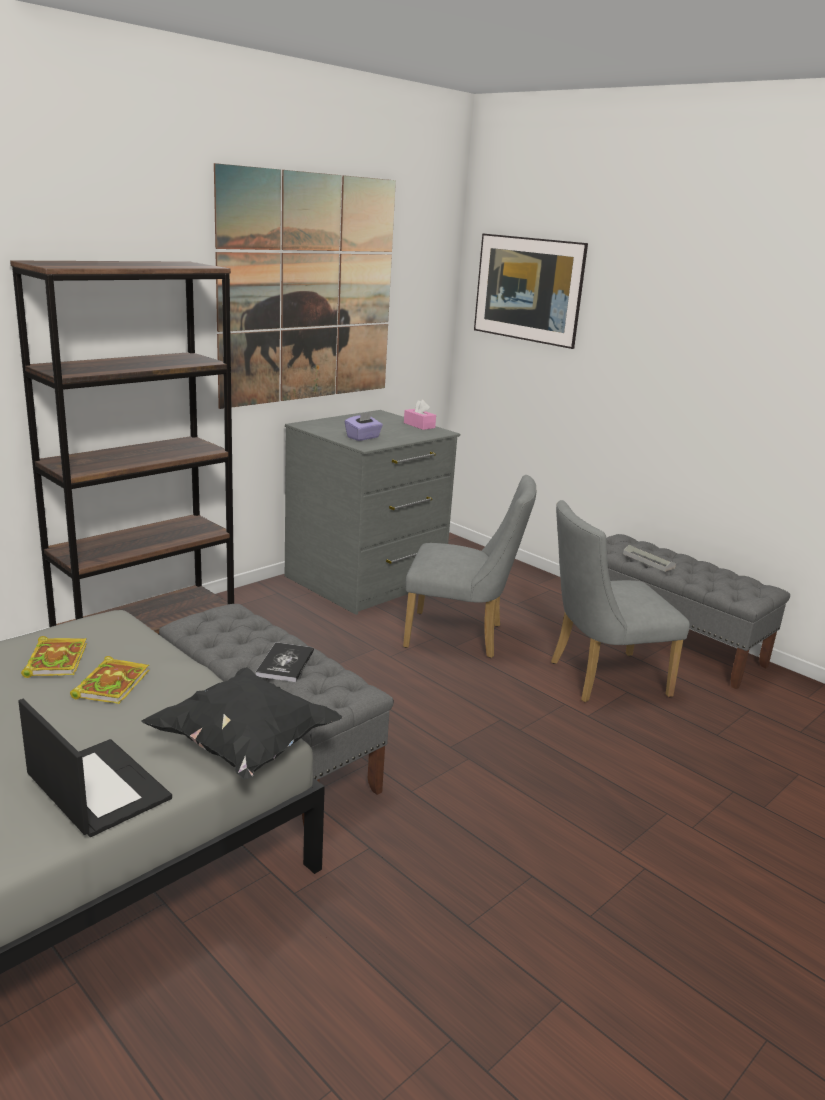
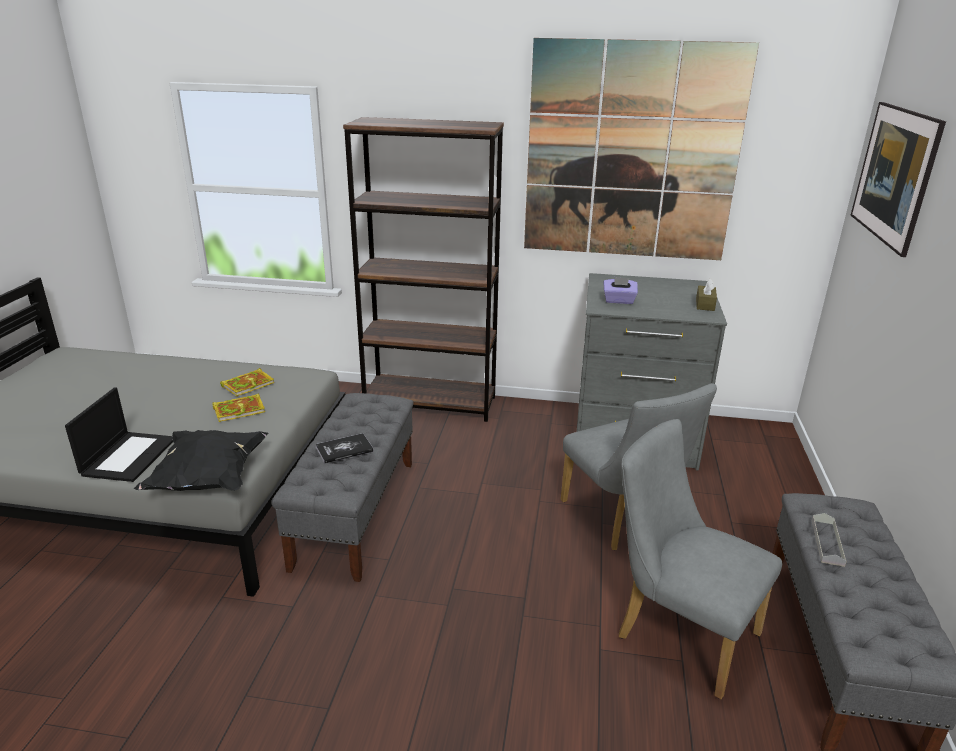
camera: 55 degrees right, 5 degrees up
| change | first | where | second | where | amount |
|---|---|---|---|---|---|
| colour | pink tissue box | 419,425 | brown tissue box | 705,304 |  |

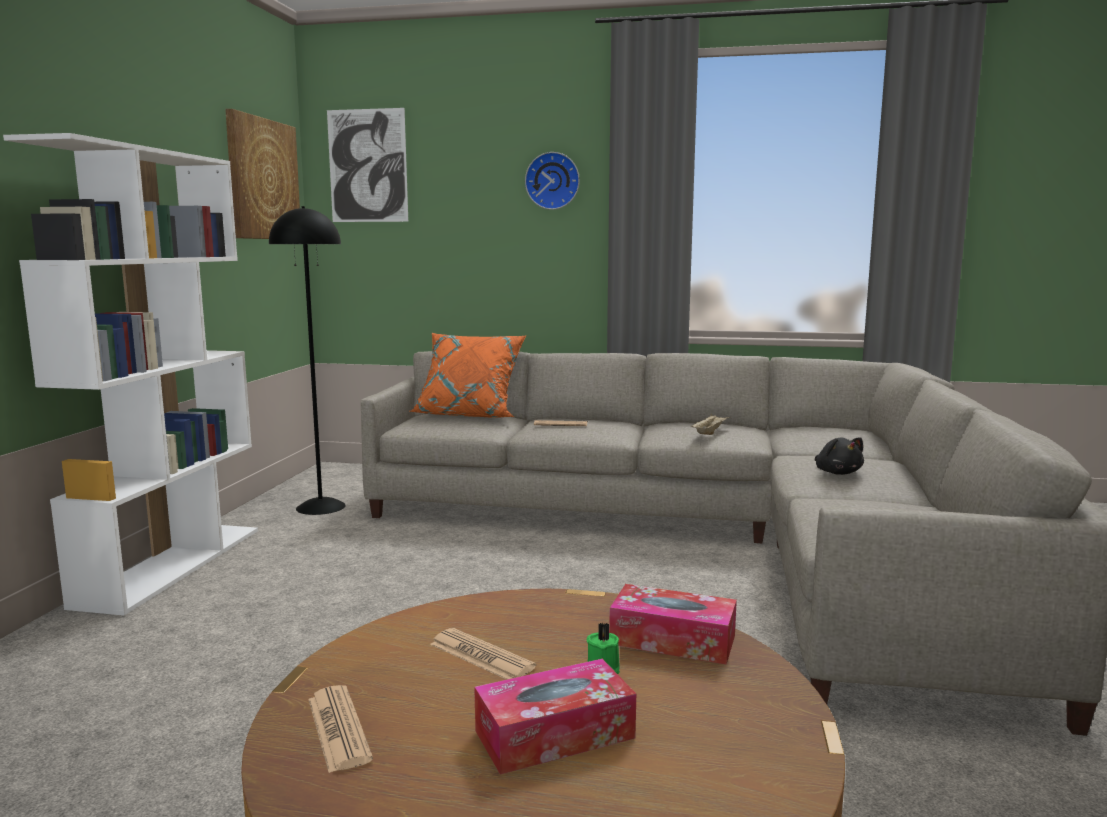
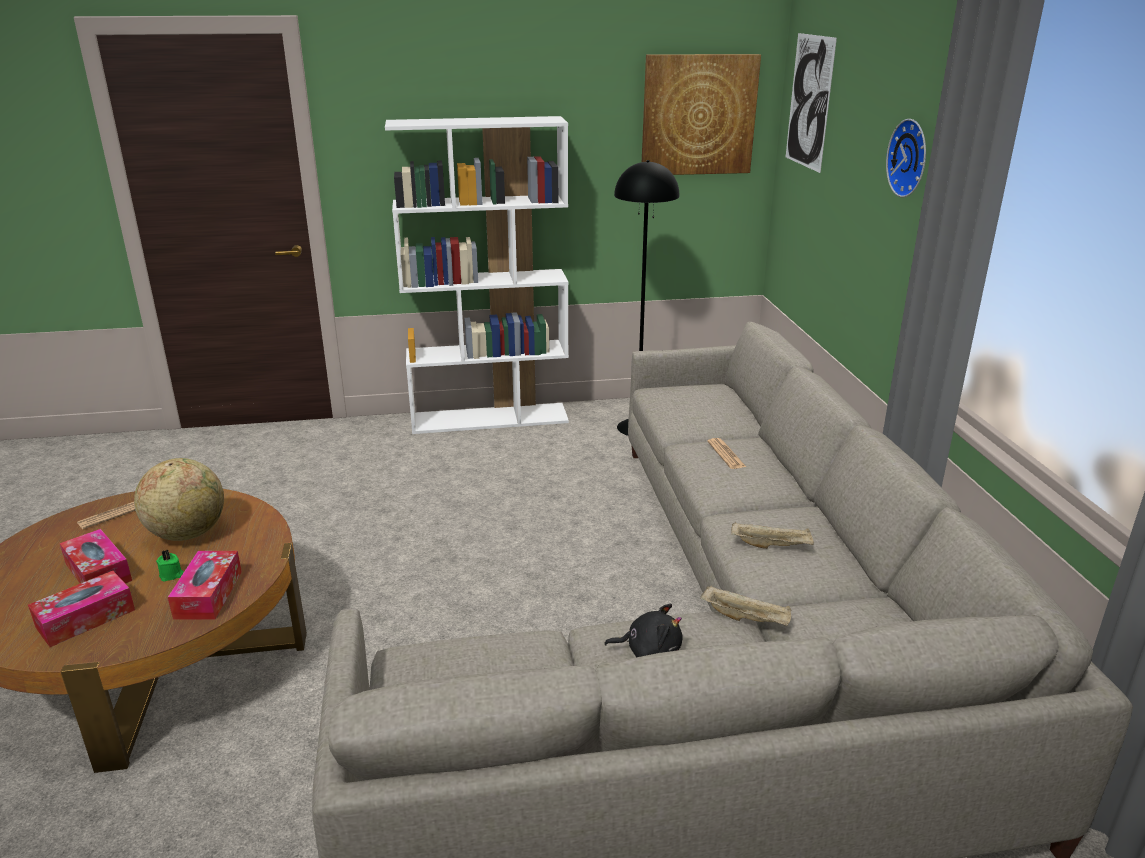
camera: 70 degrees right, 15 degrees up
| change | first | where | second | where | amount |
|---|---|---|---|---|---|
| missing | orange pillow | 469,414 |  |  |  |
| appeared |  |  | tissue box | 85,618 |  |
| appeared |  |  | beige tray | 746,618 |  |
| exchanged | newspaper | 481,656 | globe | 188,533 |  |
| spun | black plush toy | 837,472 |  | 649,651 | 135 degrees counterclockwise |

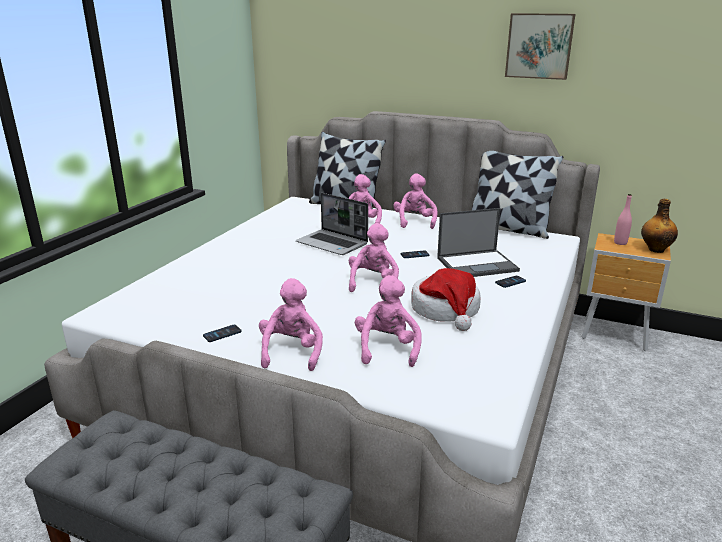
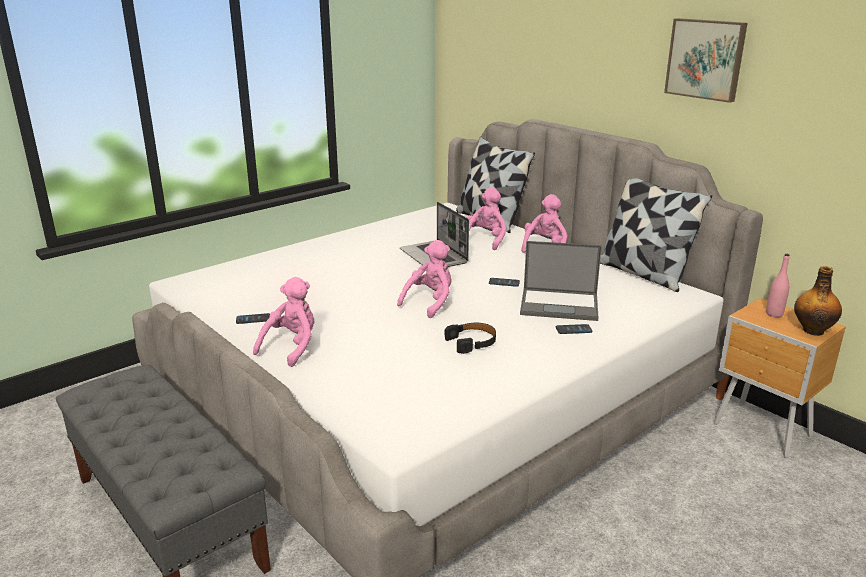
camera: 25 degrees right, 0 degrees up
| change | first | where | second | where | amount |
|---|---|---|---|---|---|
| missing | pink plush toy | 387,348 |  |  |  |
| exchanged | hat | 446,310 | black headphones | 472,342 |  |

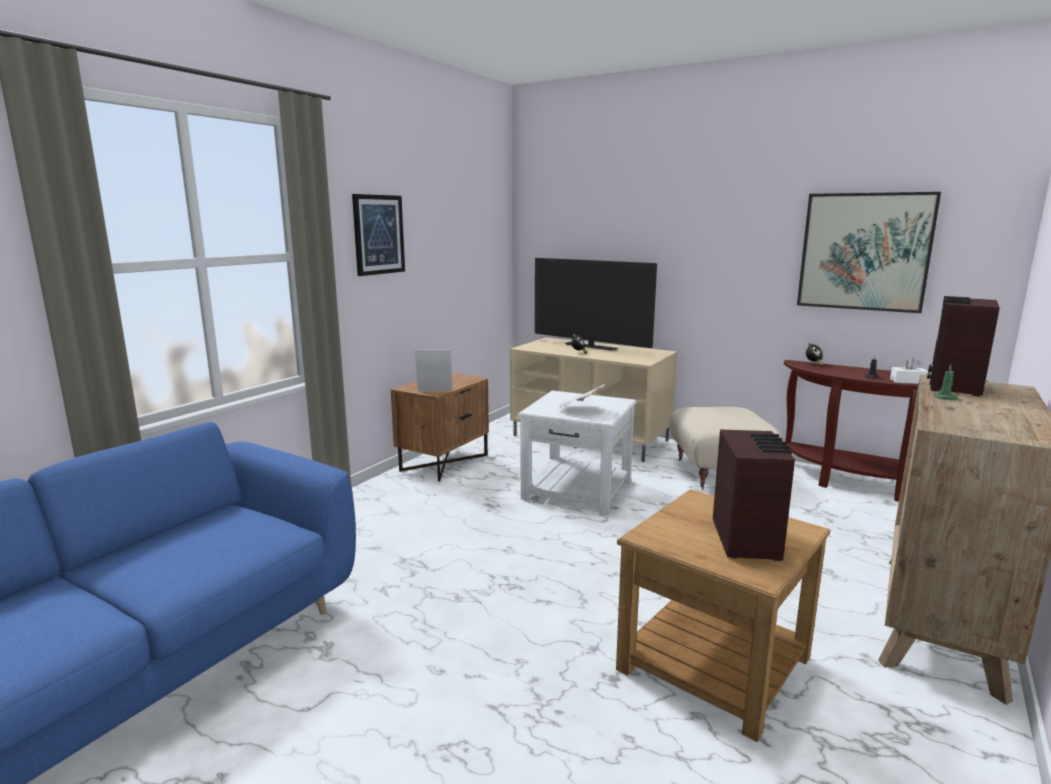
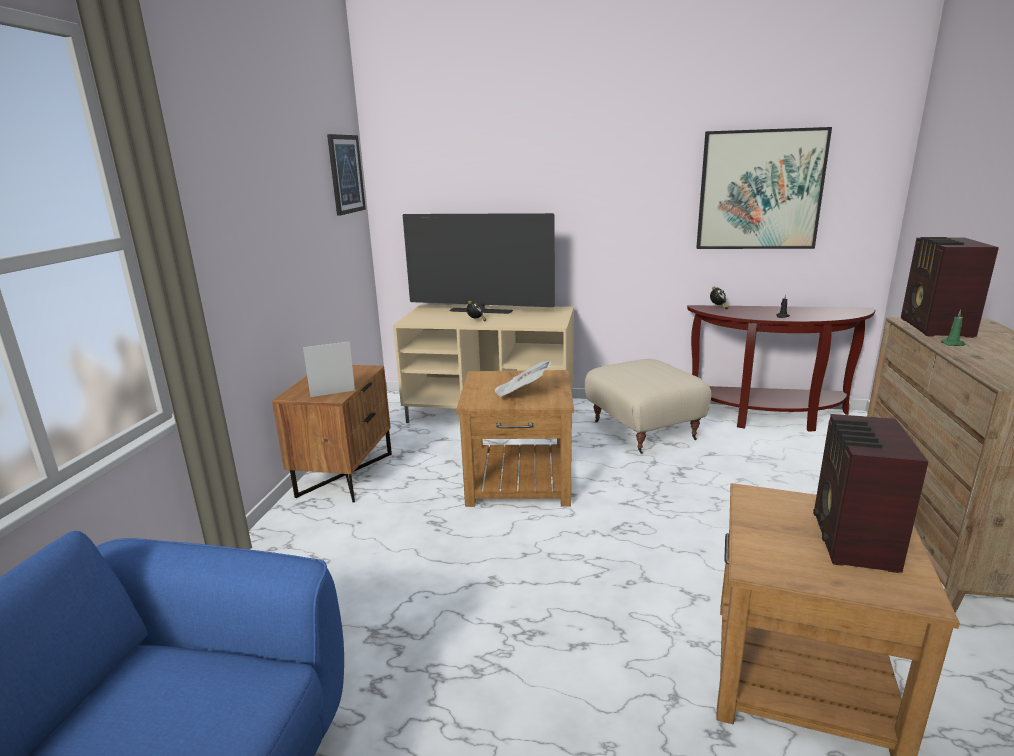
camera: 20 degrees left, 5 degrees up
| change | first | where | second | where | amount |
|---|---|---|---|---|---|
| missing | white tissue box | 908,381 |  |  |  |
| relocated | picture | 378,234 |  | 346,174 |  |
| colour | white side table | 577,490 | brown side table | 519,480 |  |
| spun | radio | 747,538 |  | 852,542 | 150 degrees counterclockwise |

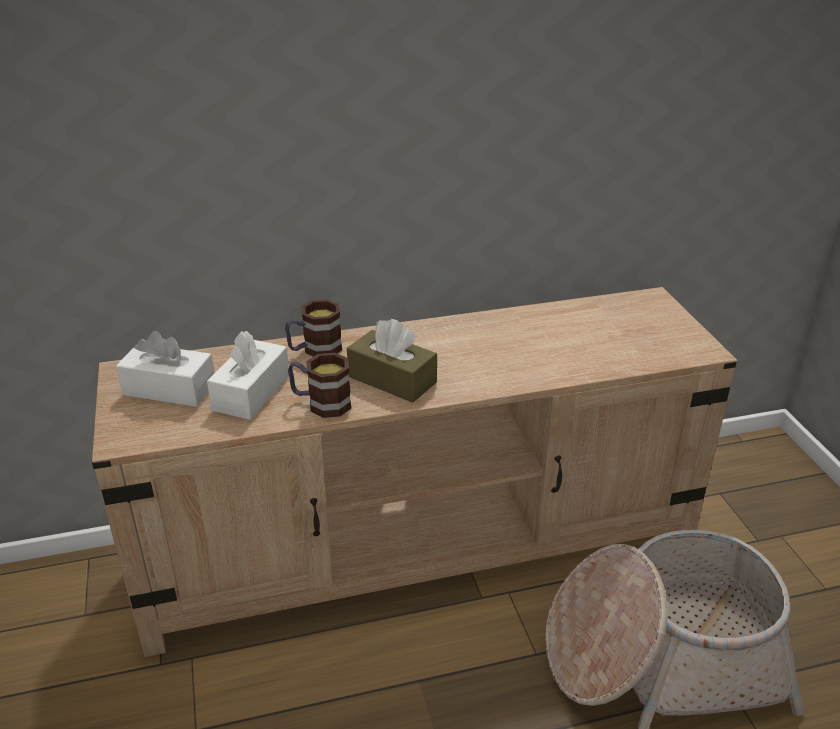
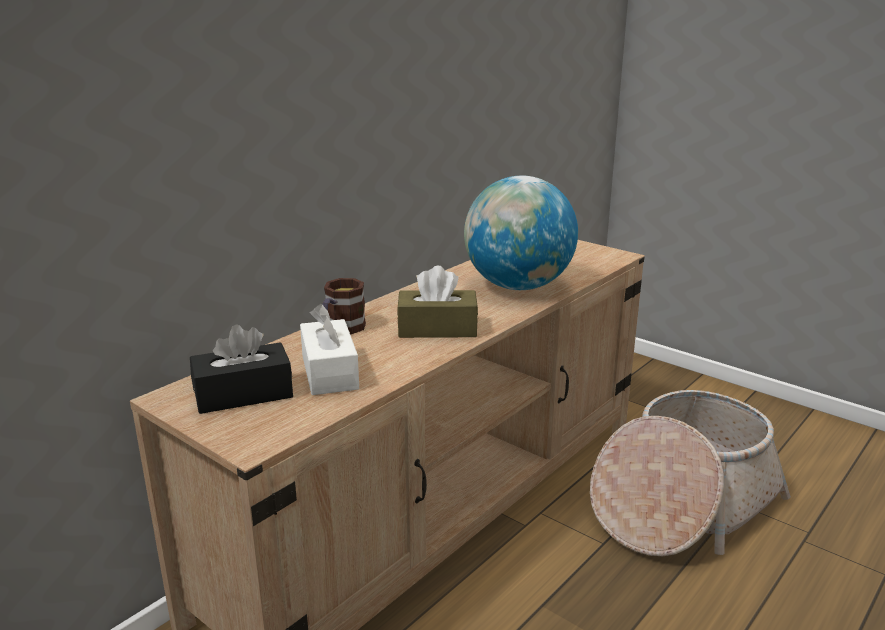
camera: 35 degrees left, 10 degrees down
| change | first | where | second | where | amount |
|---|---|---|---|---|---|
| missing | mug | 321,403 |  |  |  |
| appeared |  |  | globe | 518,286 |  |
| colour | white tissue box | 169,389 | black tissue box | 243,394 |  |

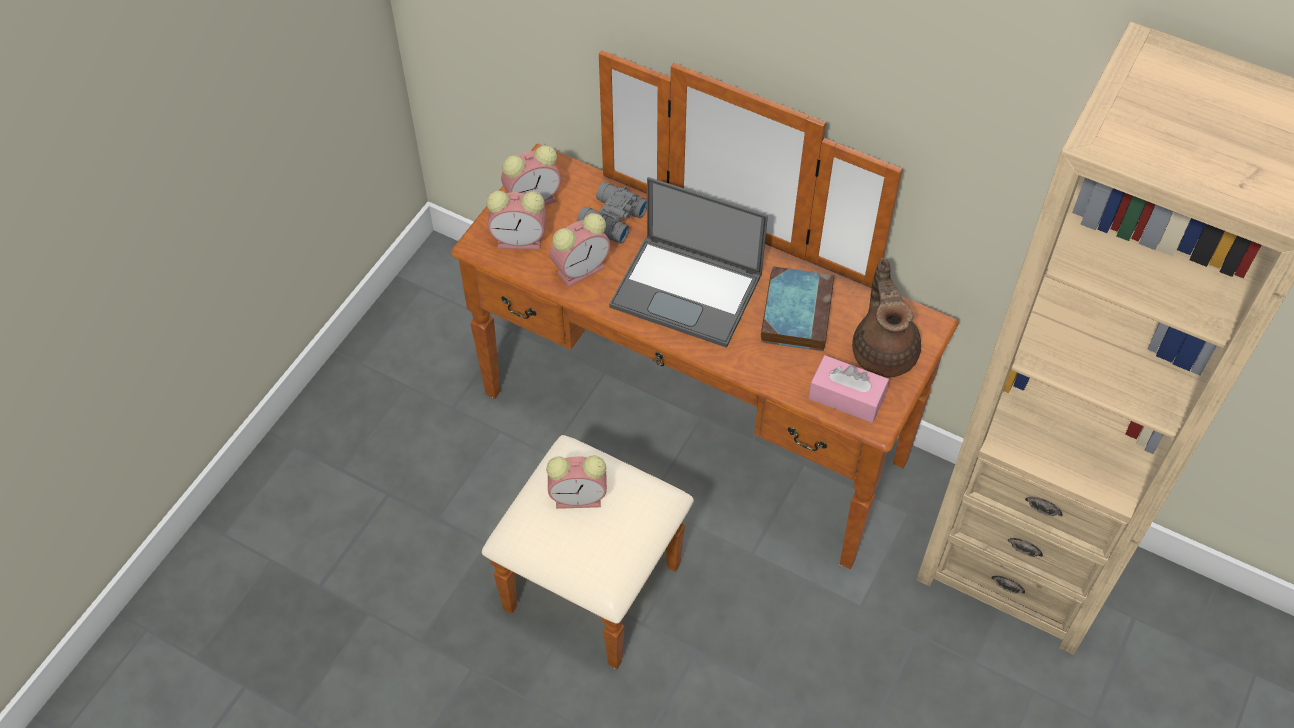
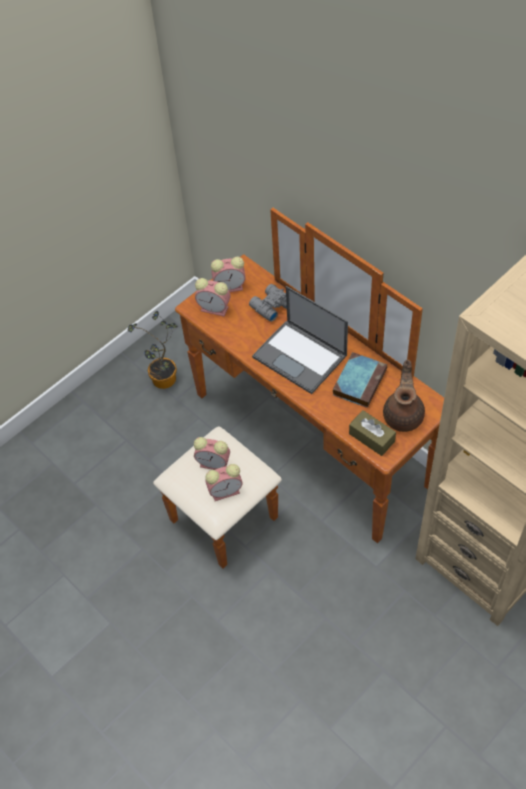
camera: 20 degrees right, 0 degrees up
| change | first | where | second | where | amount |
|---|---|---|---|---|---|
| appeared |  |  | potted plant | 164,382 |  |
| relocated | alarm clock | 582,268 |  | 226,491 |  |
| colour | pink tissue box | 846,397 | brown tissue box | 371,437 |  |

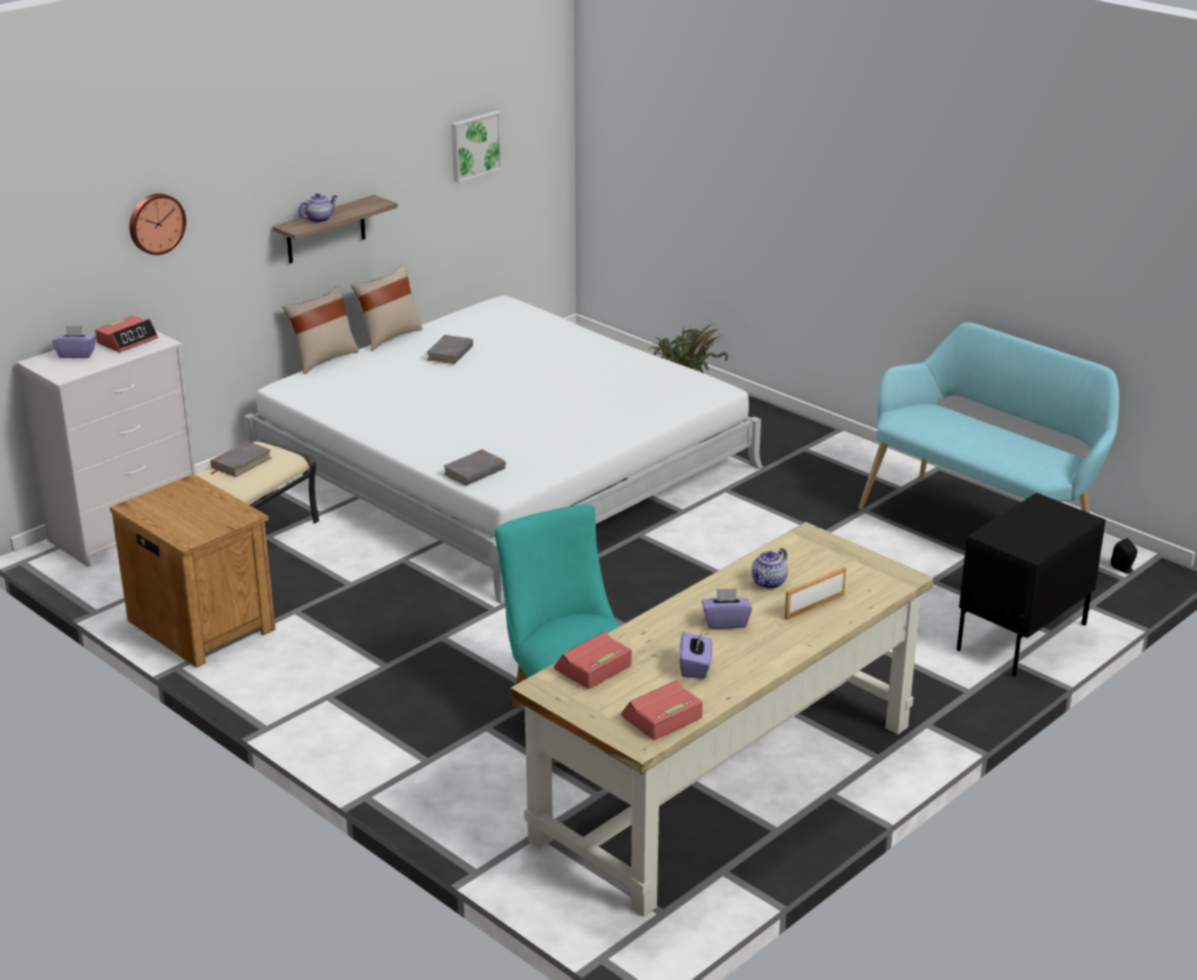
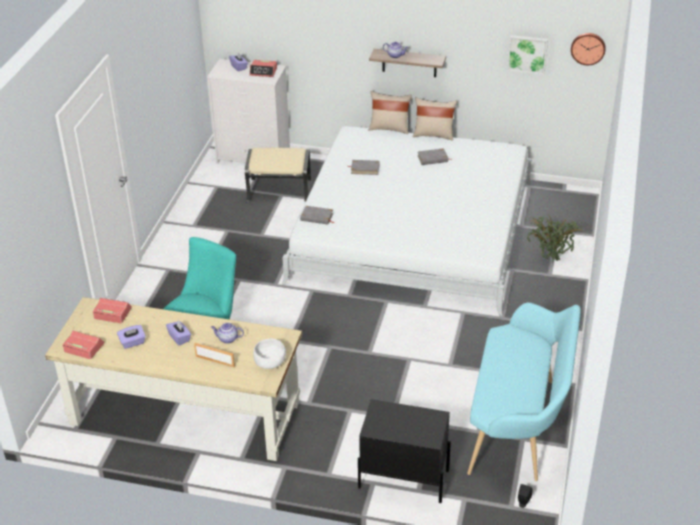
camera: 60 degrees right, 10 degrees up
| change | first | where | second | where | amount |
|---|---|---|---|---|---|
| missing | brown nightstand | 201,623 |  |  |  |
| appeared |  |  | white bowl | 270,363 |  |
| relocated | wall clock | 155,223 |  | 588,48 |  |
| relocated | grey book | 241,463 |  | 365,169 |  |

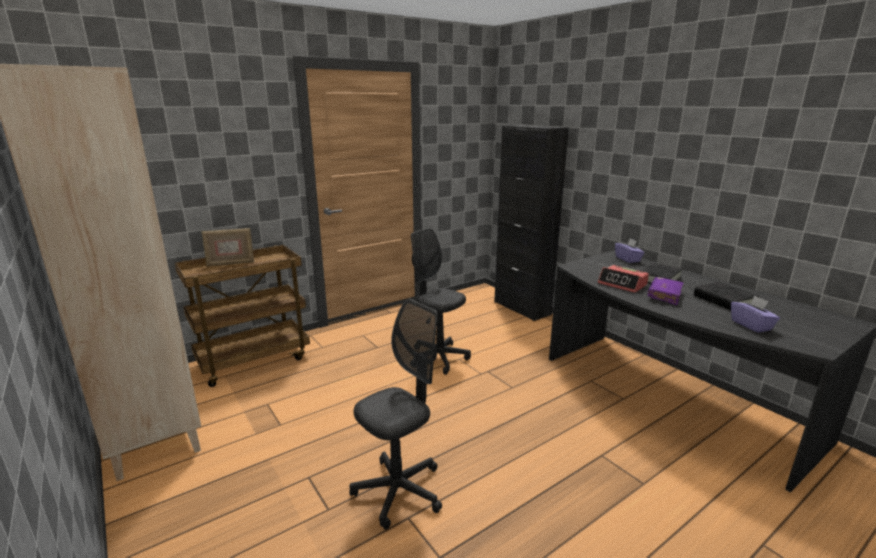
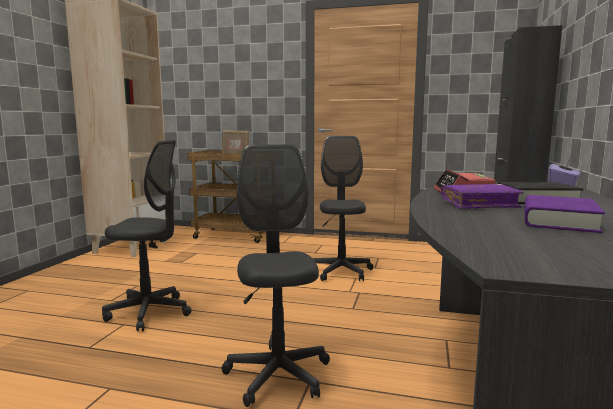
camera: 50 degrees right, 10 degrees down
| change | first | where | second | where | amount |
|---|---|---|---|---|---|
| missing | purple tissue box | 751,325 |  |  |  |
| appeared |  |  | grey office chair | 278,375 |  |
| colour | black book | 724,300 | purple book | 558,221 |  |

